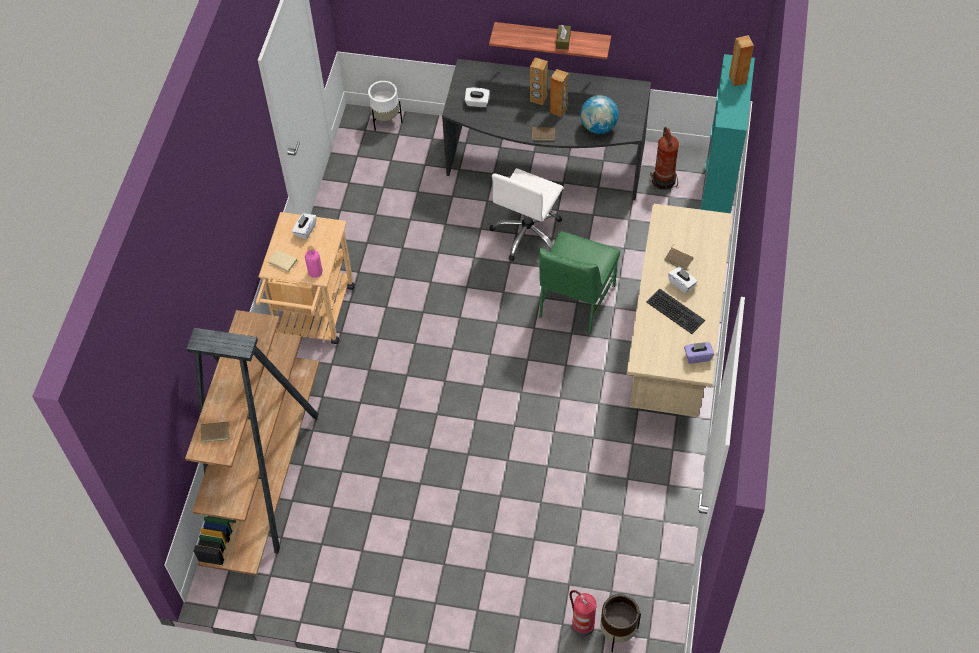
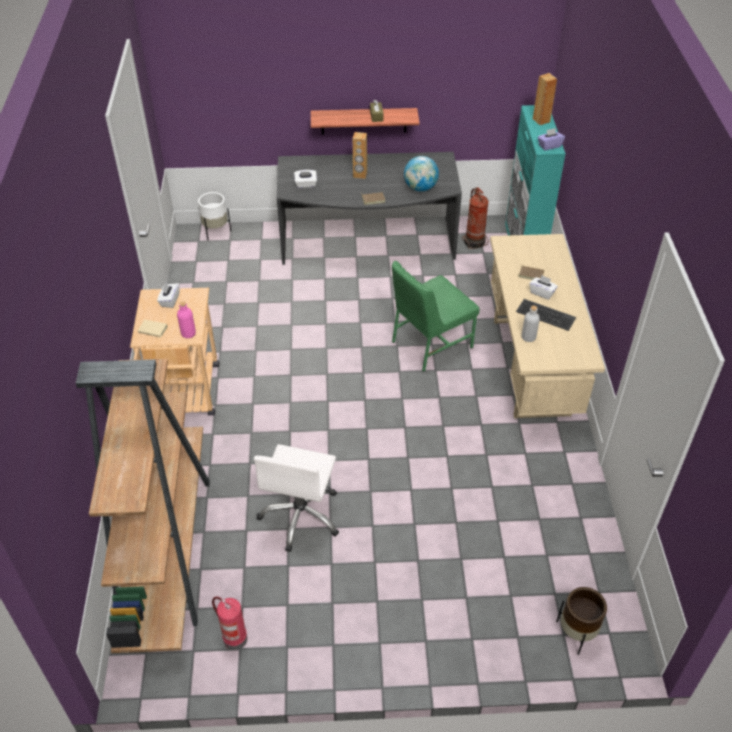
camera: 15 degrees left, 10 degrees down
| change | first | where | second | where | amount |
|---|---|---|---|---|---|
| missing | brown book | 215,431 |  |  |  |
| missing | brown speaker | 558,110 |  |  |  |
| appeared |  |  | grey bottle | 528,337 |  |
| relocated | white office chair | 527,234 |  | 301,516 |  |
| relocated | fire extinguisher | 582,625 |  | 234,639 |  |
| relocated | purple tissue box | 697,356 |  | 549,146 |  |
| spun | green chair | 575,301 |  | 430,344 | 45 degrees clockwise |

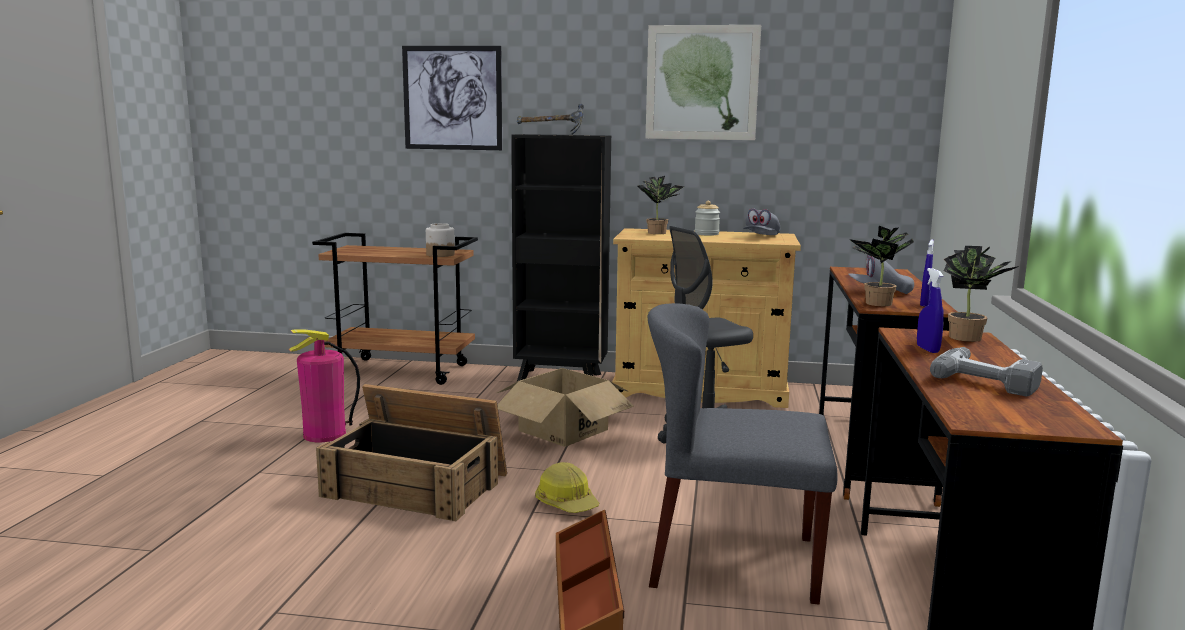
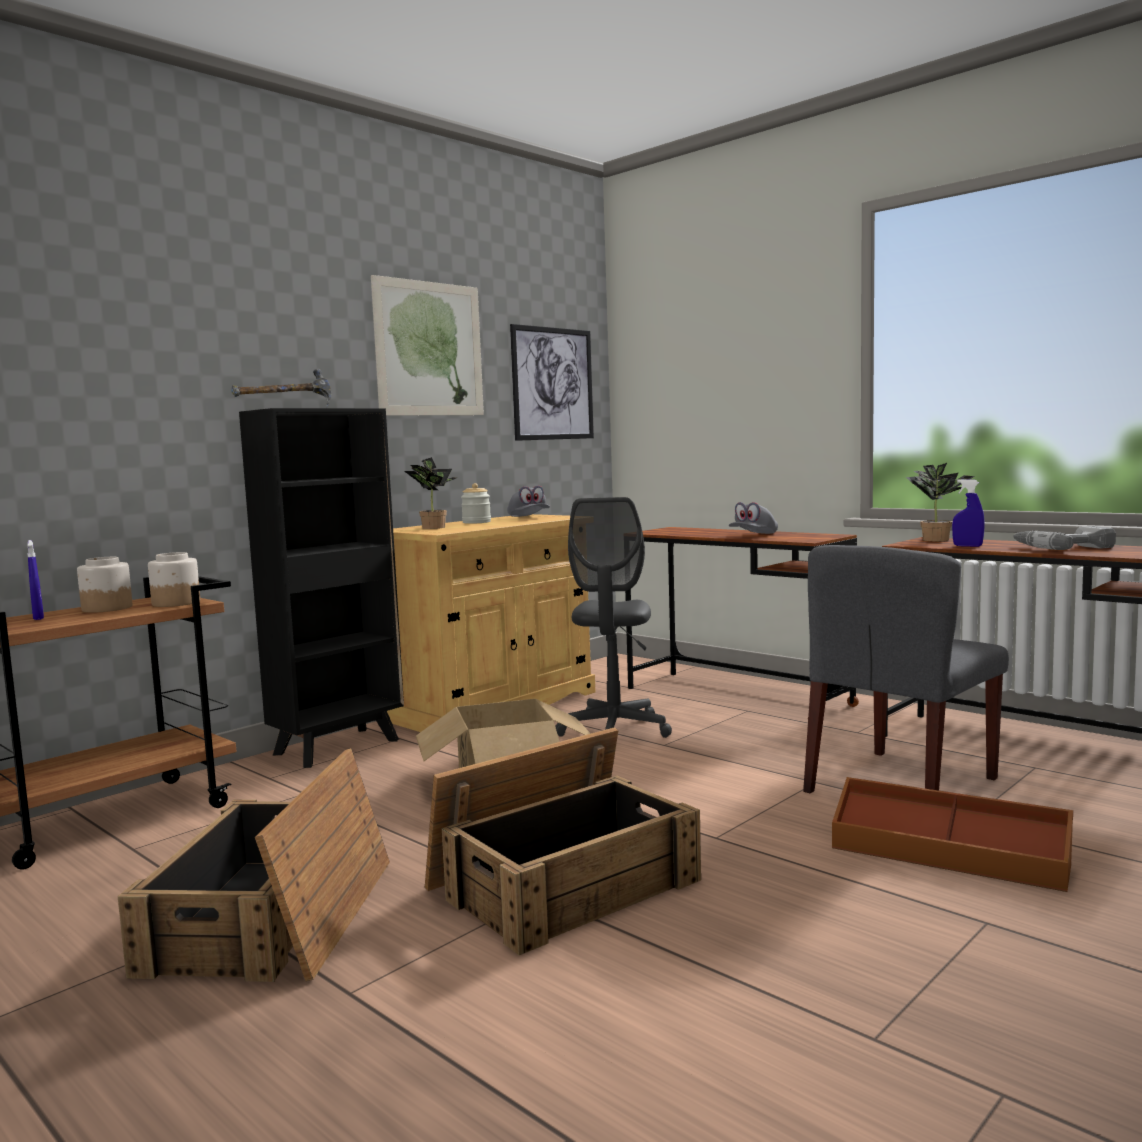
camera: 55 degrees left, 5 degrees down
| change | first | where | second | where | amount |
|---|---|---|---|---|---|
| missing | hard hat | 567,503 |  |  |  |
| missing | potted plant | 876,304 |  |  |  |
| appeared |  |  | jar | 106,608 |  |
| relocated | picture | 452,98 |  | 553,384 |  |
| relocated | blue spray bottle | 925,304 |  | 38,618 |  |
| exchanged | fire extinguisher | 324,435 | crate | 274,916 |  |

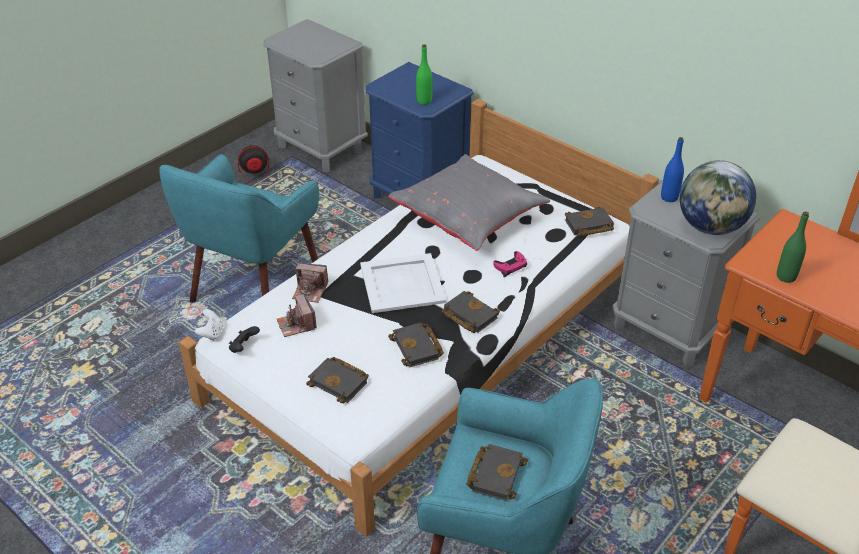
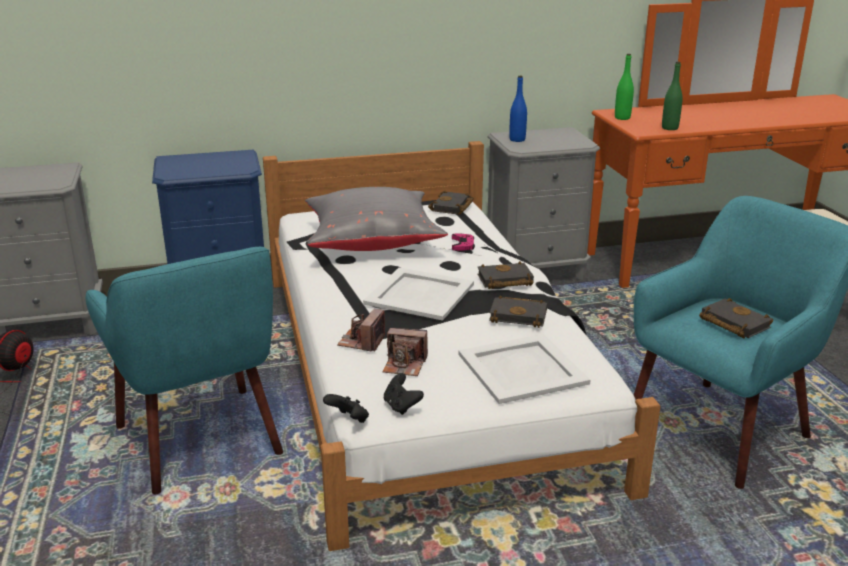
camera: 55 degrees left, 15 degrees down
| change | first | where | second | where | amount |
|---|---|---|---|---|---|
| missing | globe | 711,227 |  |  |  |
| relocated | green bottle | 424,101 |  | 622,118 |  |
| exchanged | black book | 340,382 | white tray | 522,368 |  |
| colour | white game controller | 211,333 | black game controller | 348,420 |  |
| spun | photo camera | 310,291 |  | 362,342 | 150 degrees clockwise |

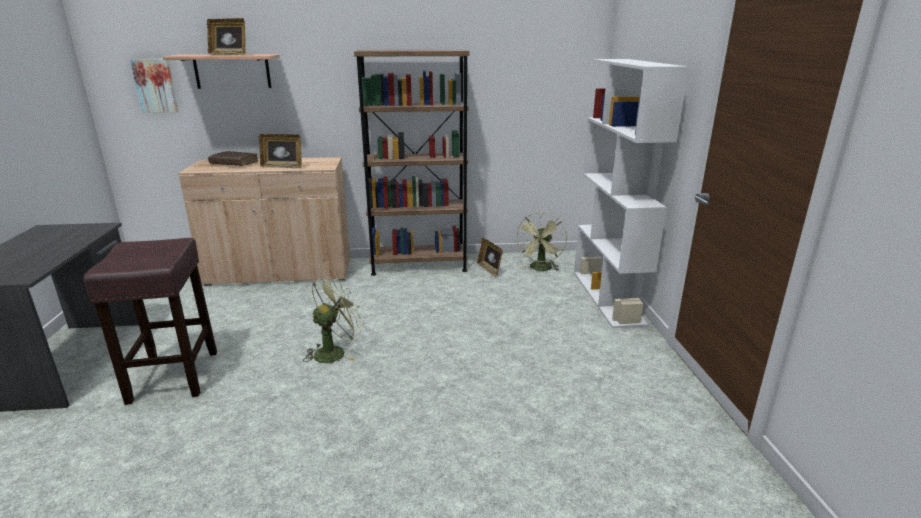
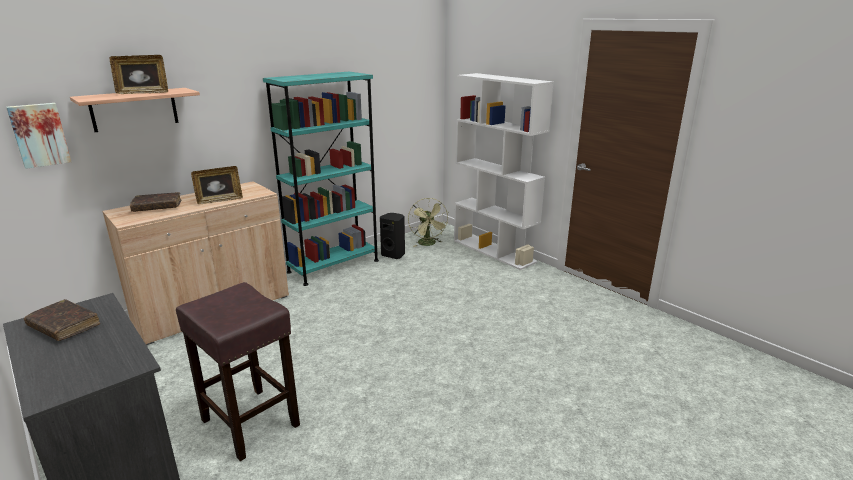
camera: 35 degrees left, 0 degrees up
| change | first | where | second | where | amount |
|---|---|---|---|---|---|
| missing | green fan | 334,351 |  |  |  |
| appeared |  |  | brown book | 64,326 |  |
| exchanged | picture frame | 489,270 | black speaker | 394,254 |  |
| colour | brown bookcase | 419,265 | turquoise bookcase | 333,266 |  |

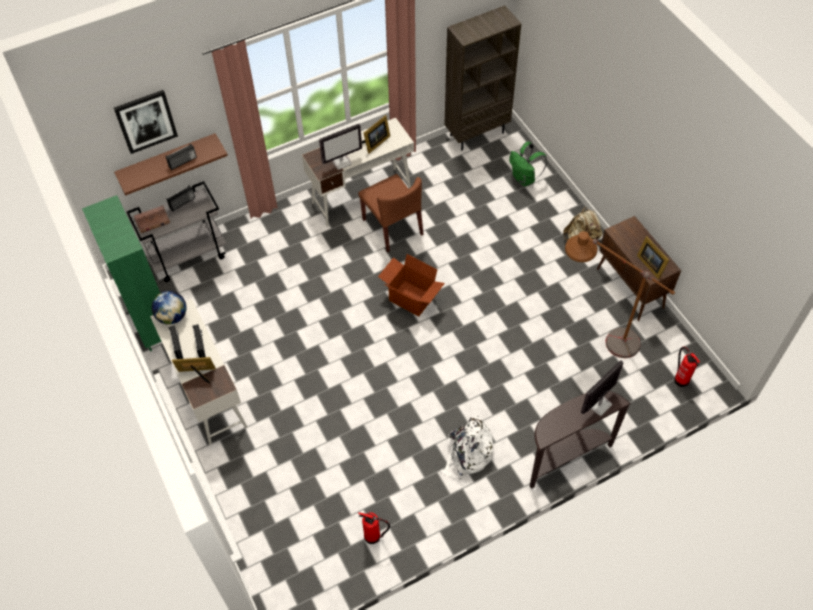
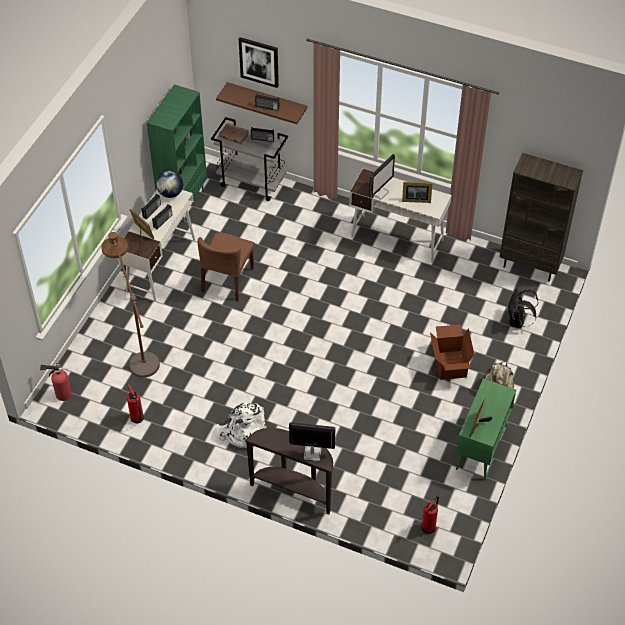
camera: 50 degrees right, 5 degrees down
| change | first | where | second | where | amount |
|---|---|---|---|---|---|
| appeared |  |  | fire extinguisher | 61,394 |  |
| relocated | brown chair | 393,227 |  | 227,280 |  |
| relocated | cardboard box | 411,299 |  | 449,365 |  |
| relocated | brown floor lamp | 598,337 |  | 138,348 |  |
| colour | green backpack | 524,179 | black backpack | 517,321 |  |
| colour | brown cabinet | 630,289 | green cabinet | 481,448 |  |
| spun | monitor | 342,161 |  | 379,192 | 75 degrees counterclockwise |

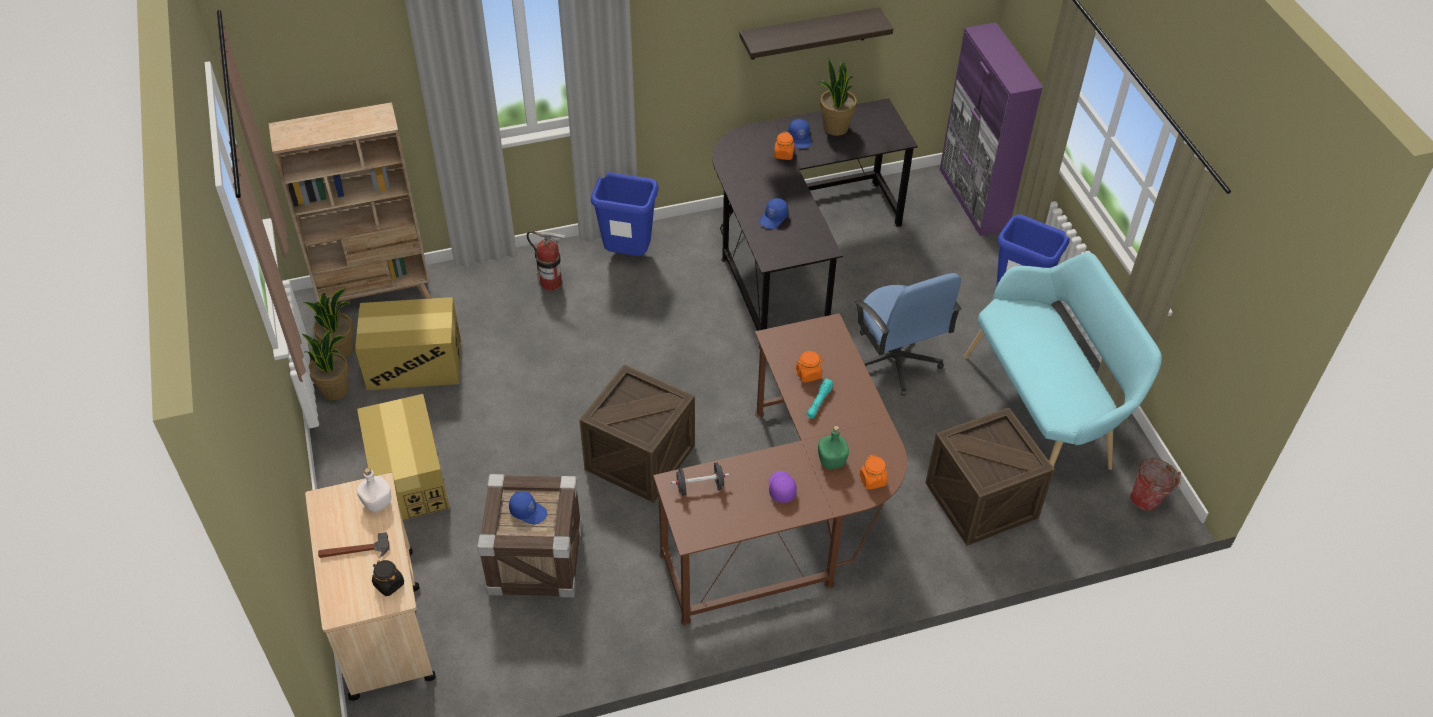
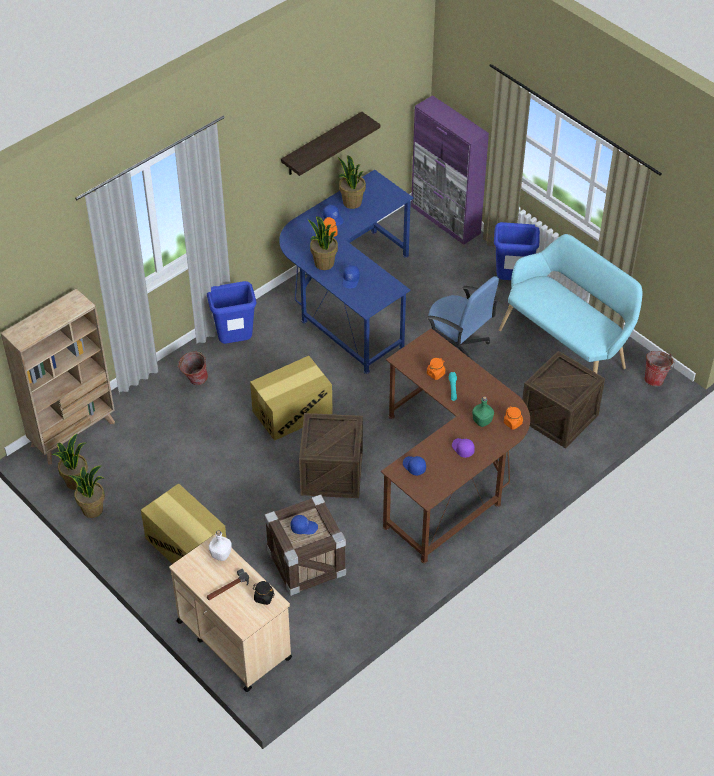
camera: 25 degrees left, 0 degrees up
| change | first | where | second | where | amount |
|---|---|---|---|---|---|
| appeared |  |  | potted plant | 323,263 |  |
| relocated | cardboard box | 414,363 |  | 292,412 |  |
| exchanged | fire extinguisher | 551,283 | bucket | 194,381 |  |
| exchanged | black dumbbell | 700,487 | blue cap | 413,467 |  |
| colour | black desk | 794,251 | blue desk | 347,298 |  |

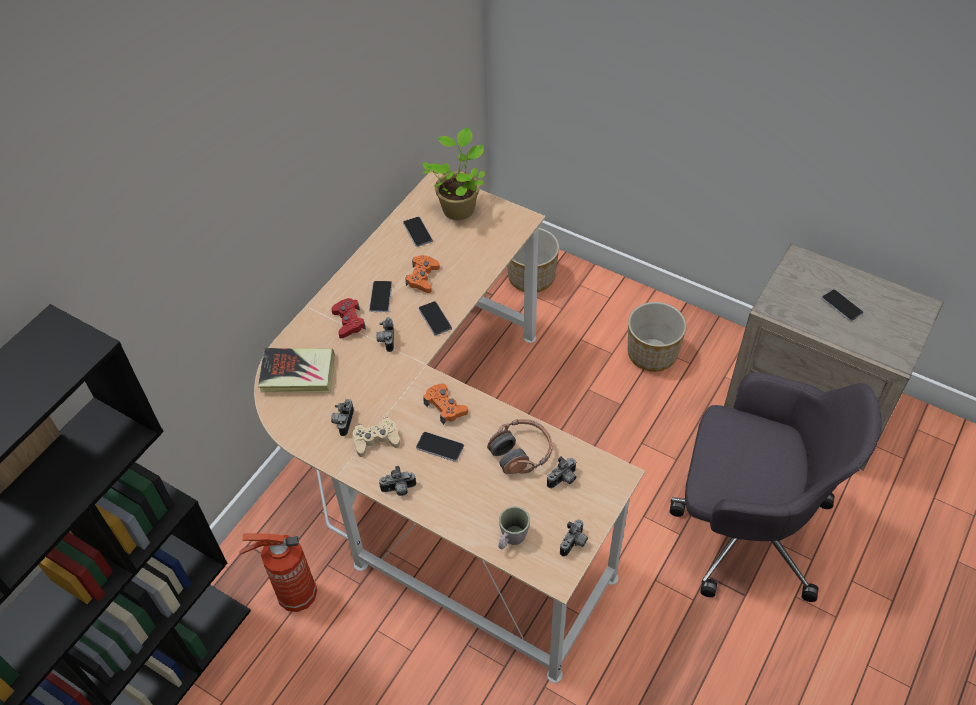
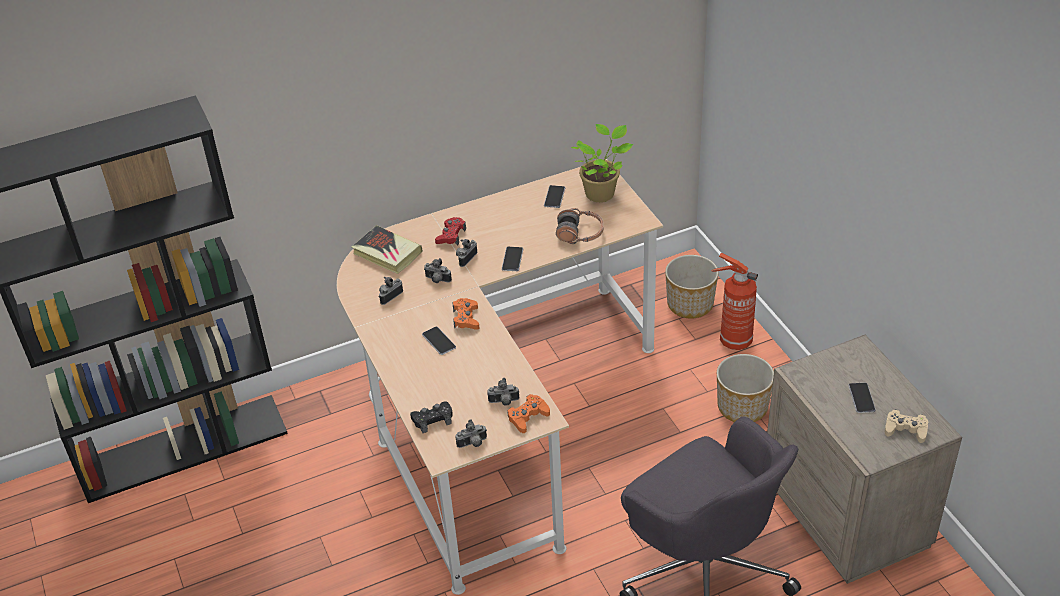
camera: 35 degrees right, 10 degrees down
| change | first | where | second | where | amount |
|---|---|---|---|---|---|
| missing | phone | 381,297 |  |  |  |
| relocated | fire extinguisher | 294,595 |  | 733,340 |  |
| relocated | beige game controller | 376,440 |  | 905,429 |  |
| relocated | photo camera | 399,490 |  | 437,280 |  |
| relocated | orange game controller | 422,277 |  | 528,417 |  |
| relocated | headphones | 521,452 |  | 580,234 |  |
| exchanged | grey mug | 511,539 | black game controller | 432,419 |  |

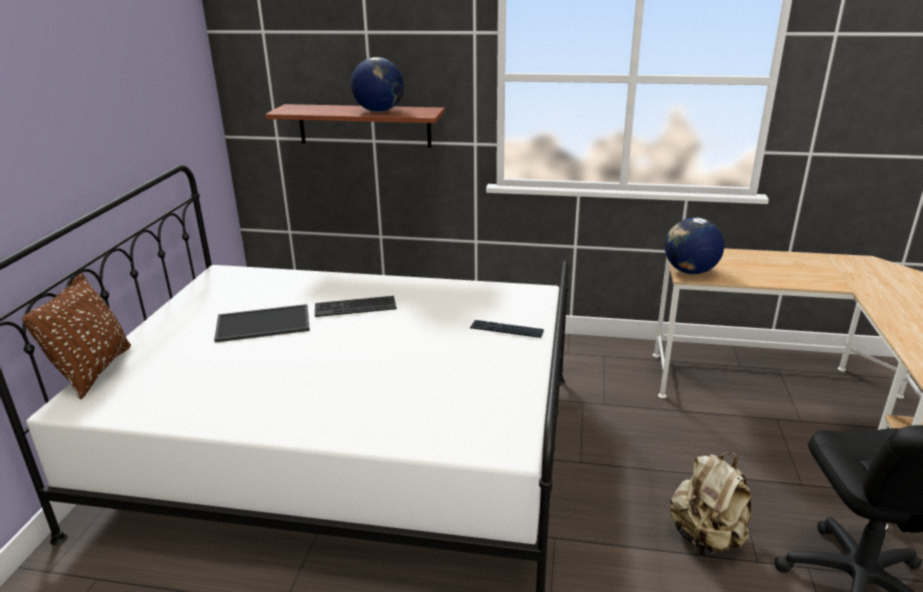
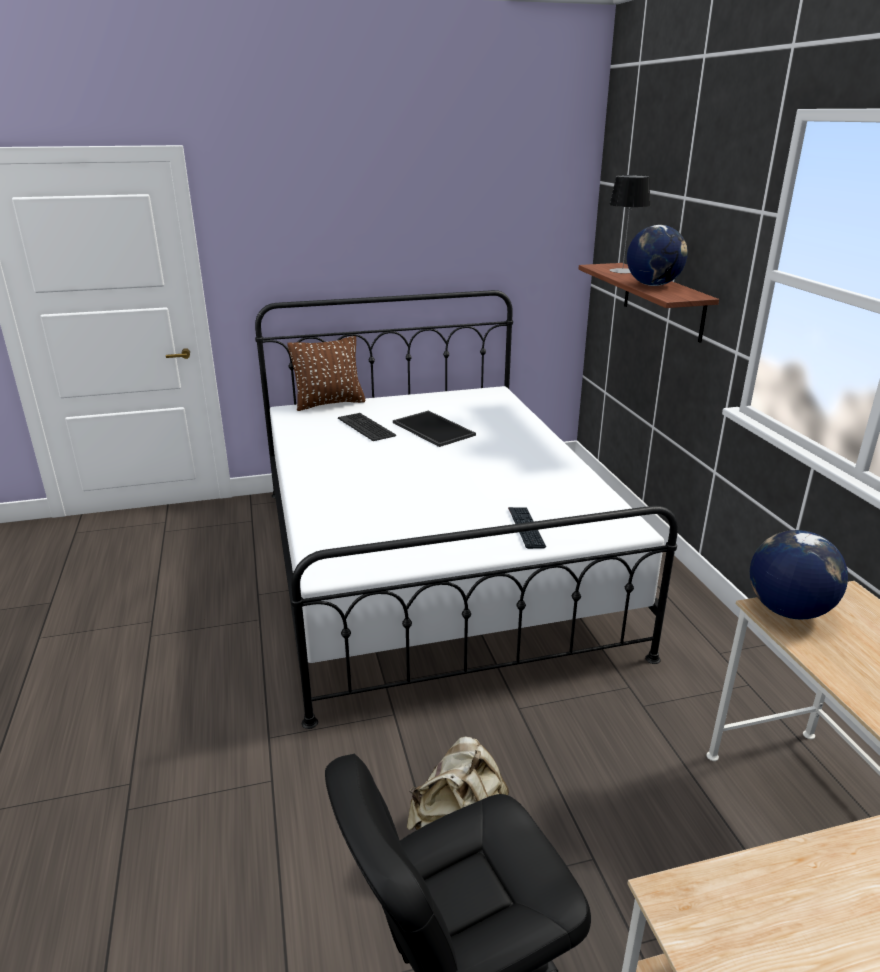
camera: 65 degrees right, 0 degrees up
| change | first | where | second | where | amount |
|---|---|---|---|---|---|
| appeared |  |  | table lamp | 622,271 |  |
| relocated | keyboard | 355,307 |  | 366,427 |  |

